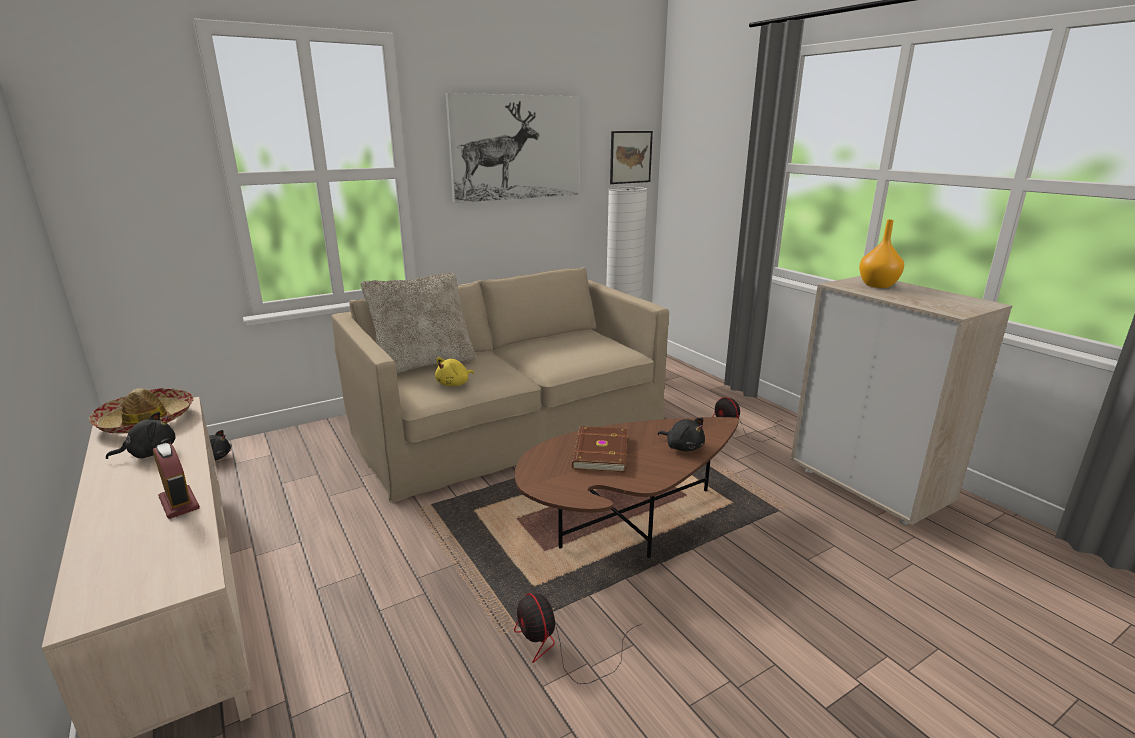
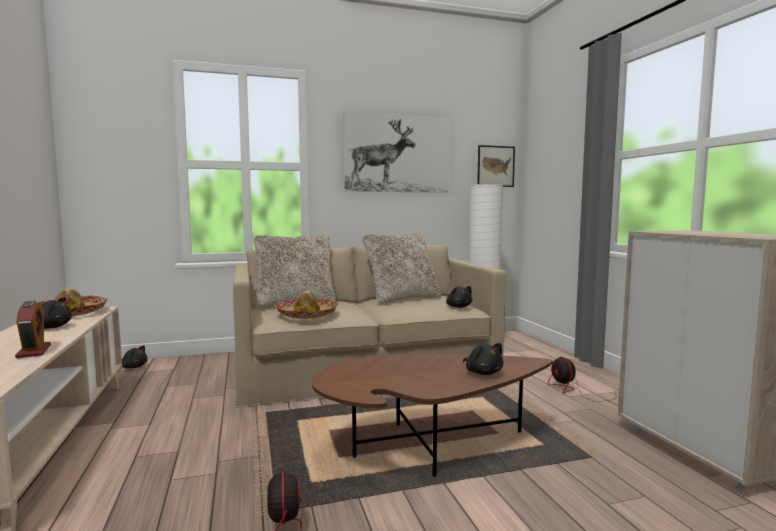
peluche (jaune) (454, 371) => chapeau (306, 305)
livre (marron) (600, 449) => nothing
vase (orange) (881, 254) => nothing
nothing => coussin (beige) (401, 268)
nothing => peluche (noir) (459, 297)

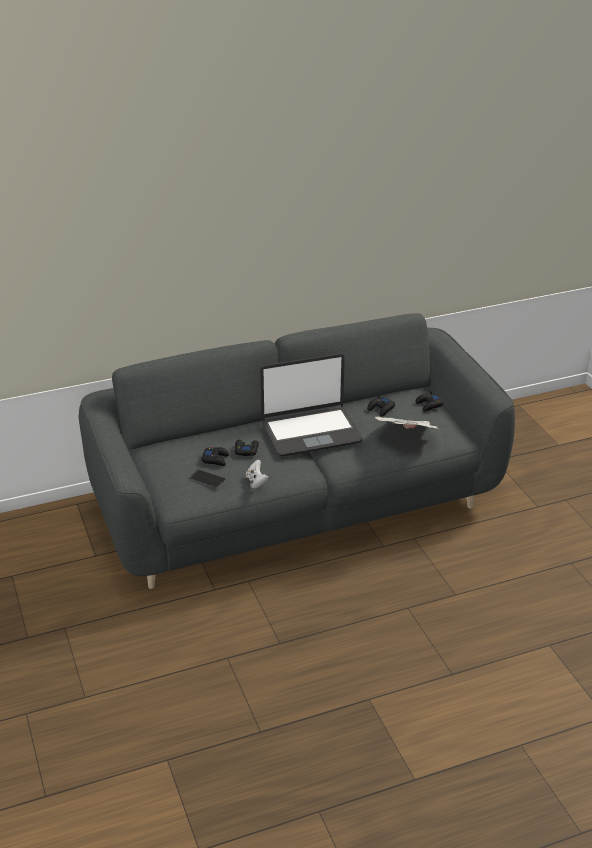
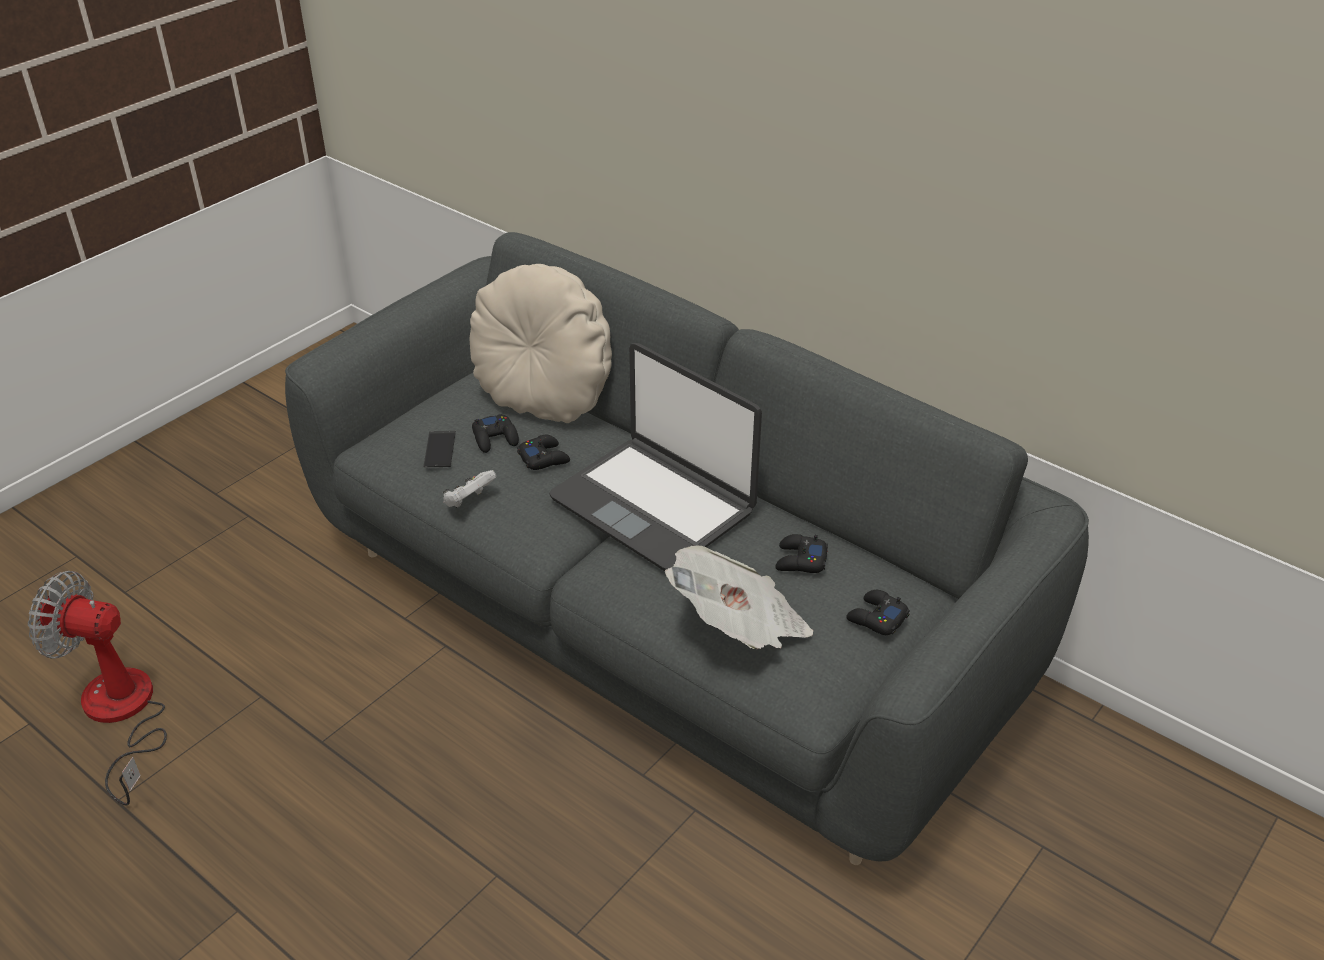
nothing => ventilateur (97, 688)
nothing => coussin (beige) (541, 343)

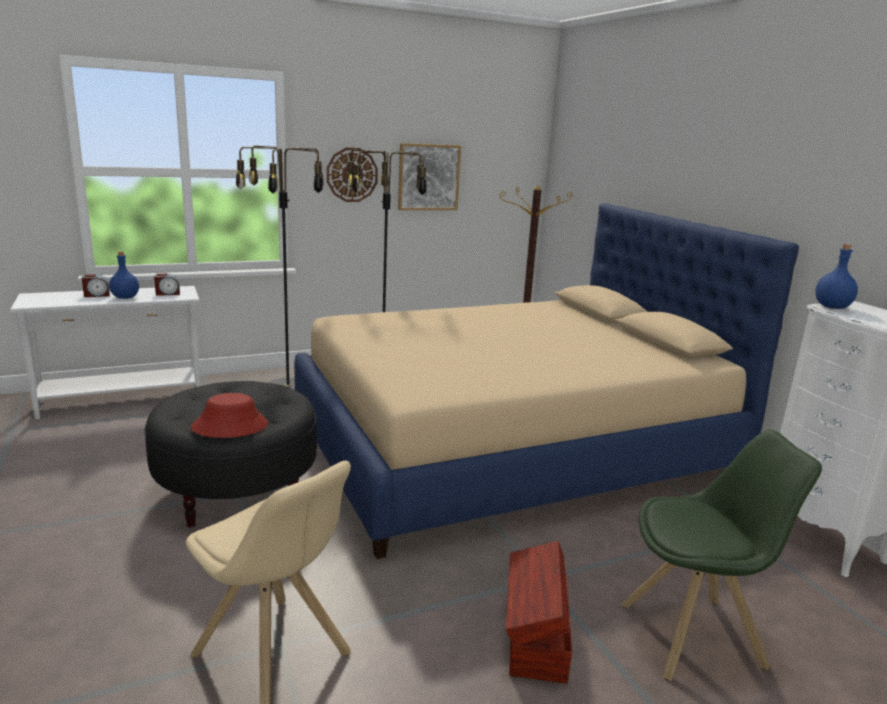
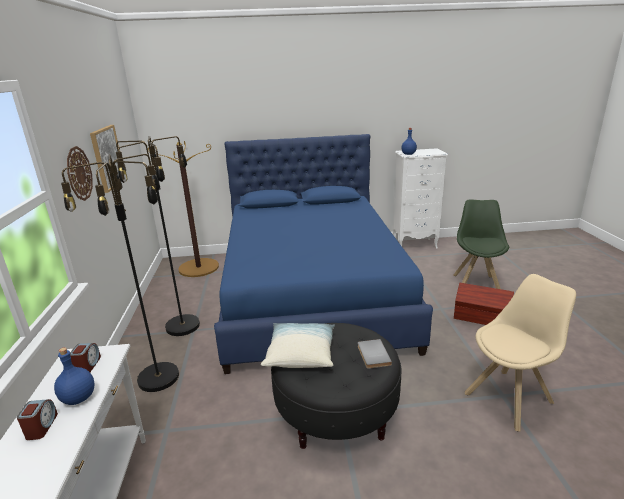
chapeau (rouge) (229, 415) => livre (gris) (375, 354)
lit (beige) (546, 381) => lit (bleu) (323, 254)
nothing => coussin (298, 345)

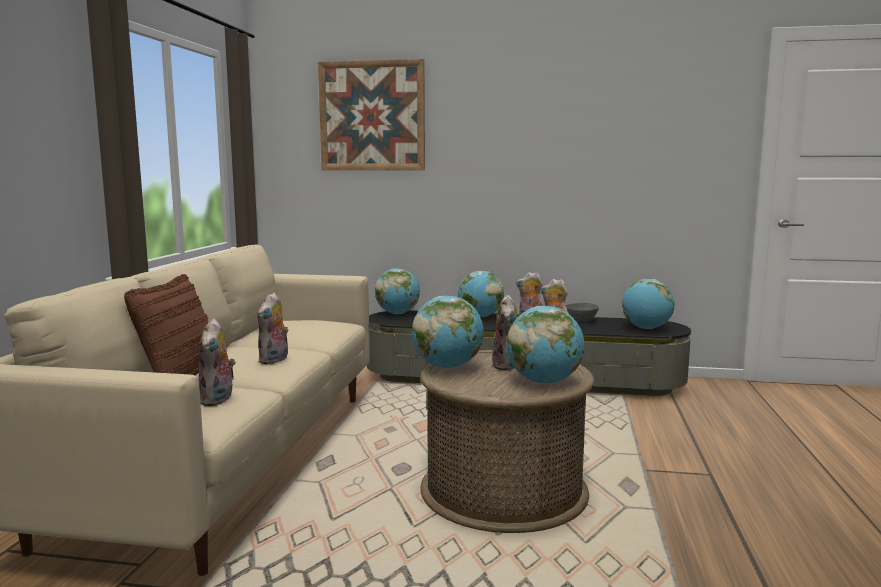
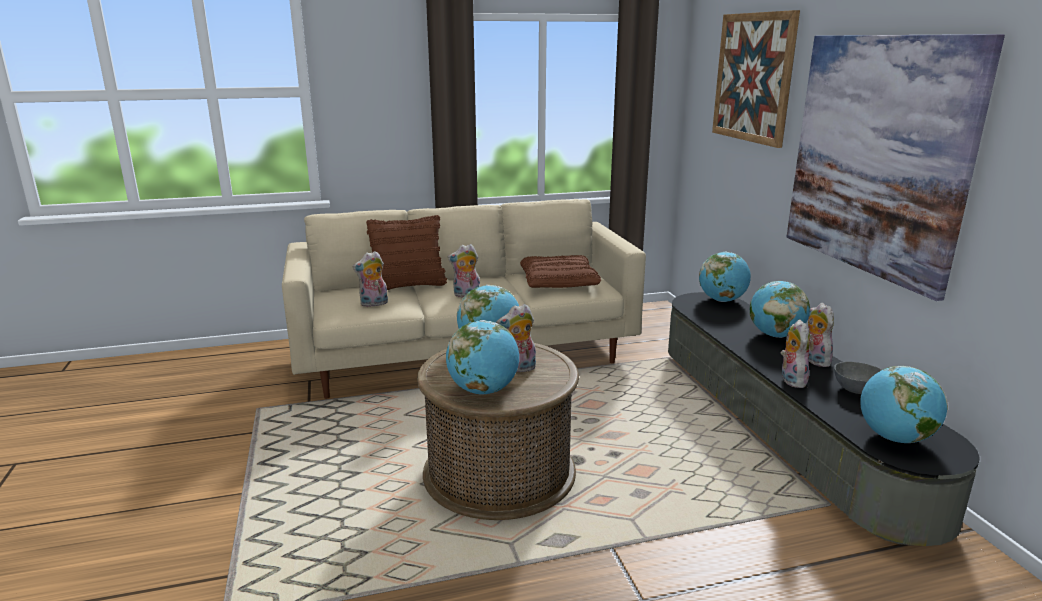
nothing => coussin (marron) (560, 271)
nothing => tableau (895, 167)

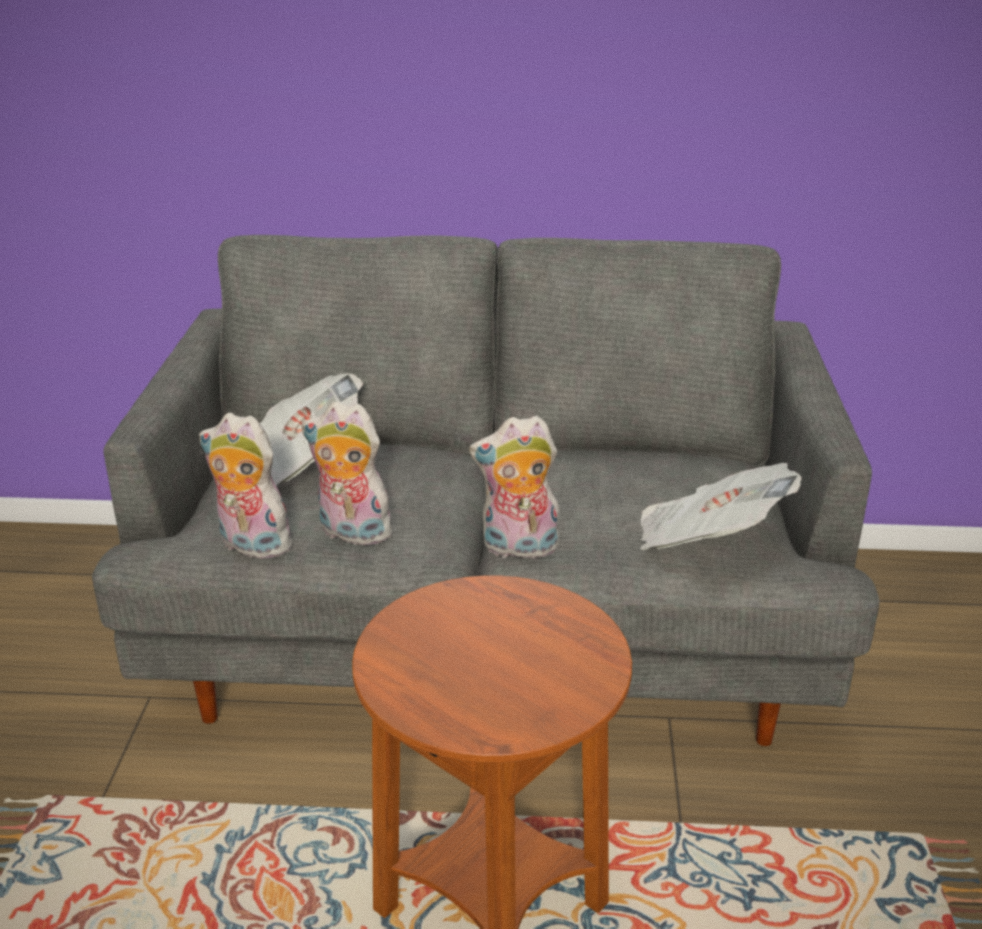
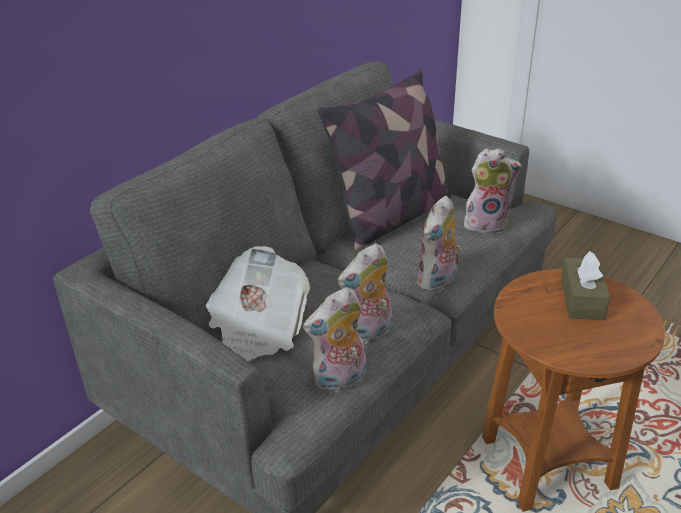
journal (720, 506) => peluche (493, 191)
nothing => coussin (384, 160)
nothing => boîte à mouchoirs (marron) (585, 285)

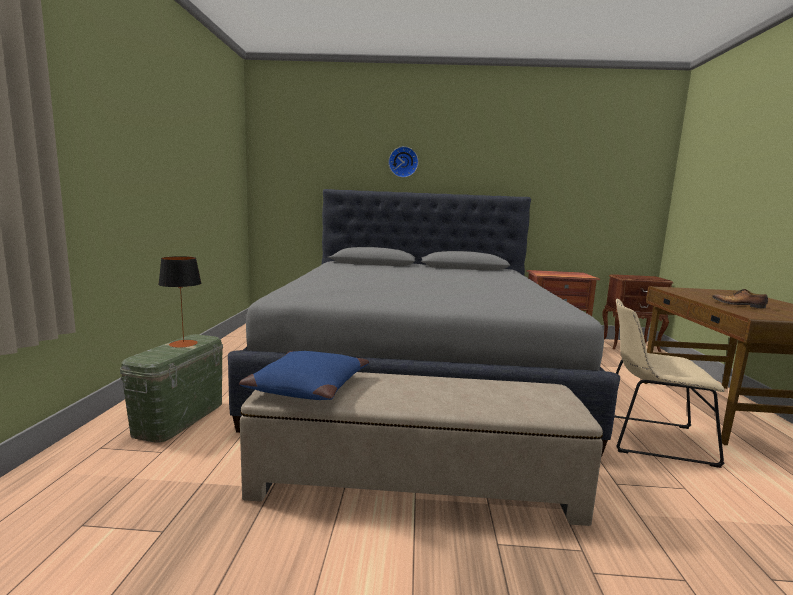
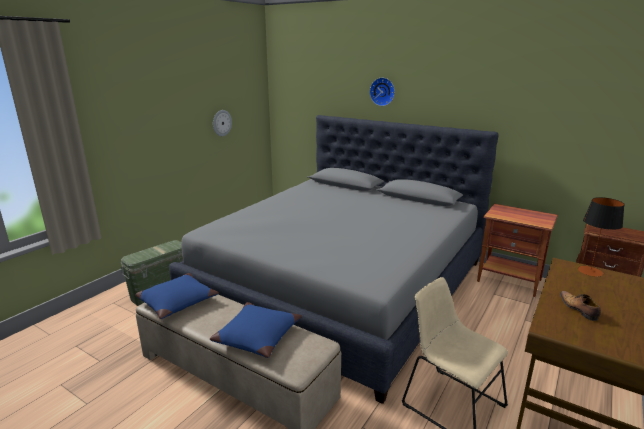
lampe de table (179, 302) => lampe de table (601, 237), moved
nothing => coussin (bleu) (256, 330)
nothing => horloge murale (222, 123)

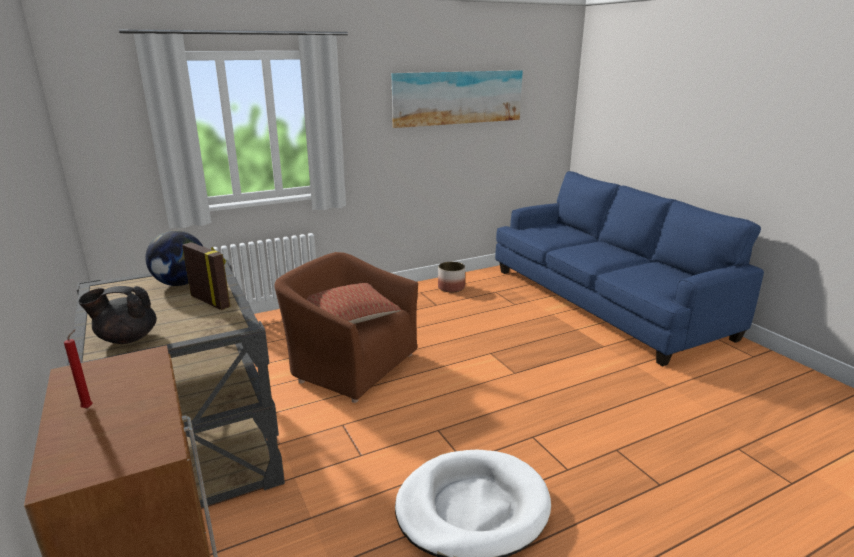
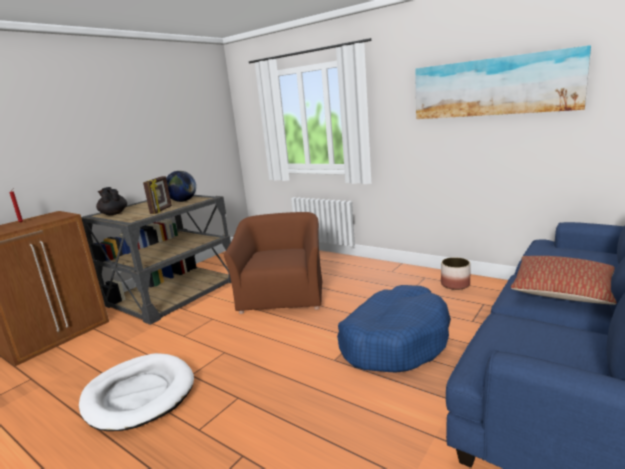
coussin (354, 303) => coussin (564, 280), moved
nothing => panier pour chien (bleu) (394, 329)

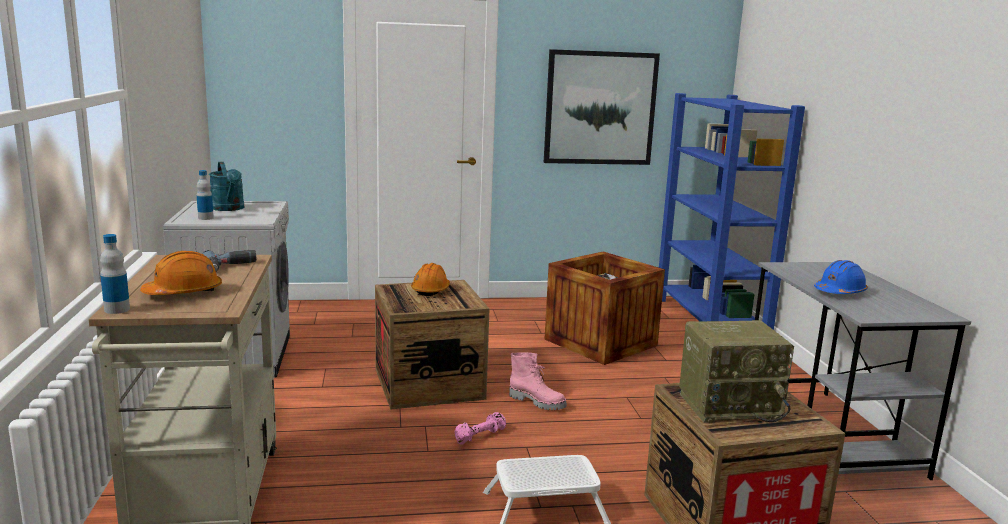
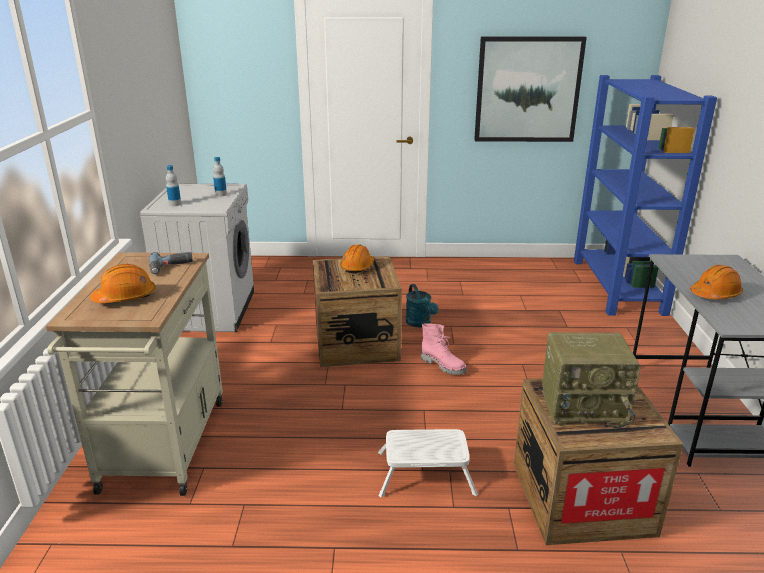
bouteille (115, 274) => bouteille (220, 177), moved
arrosoir (turquoise) (226, 186) => arrosoir (turquoise) (422, 305), moved
haltère (rose) (480, 428) => nothing
caisse (604, 308) => nothing
casque de chantier (bleu) (841, 277) => casque de chantier (orange) (716, 282)

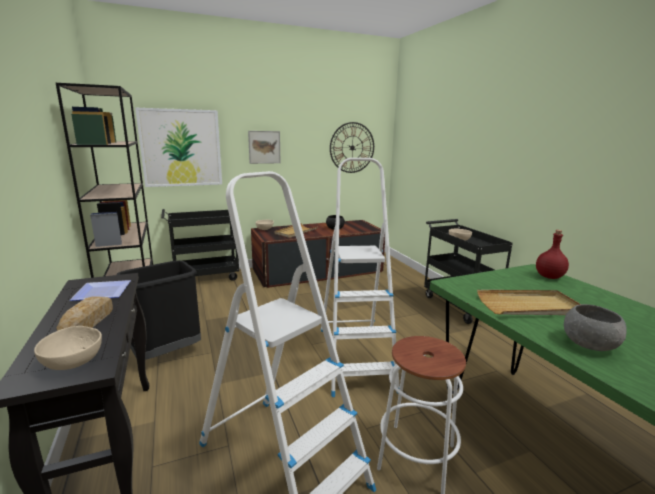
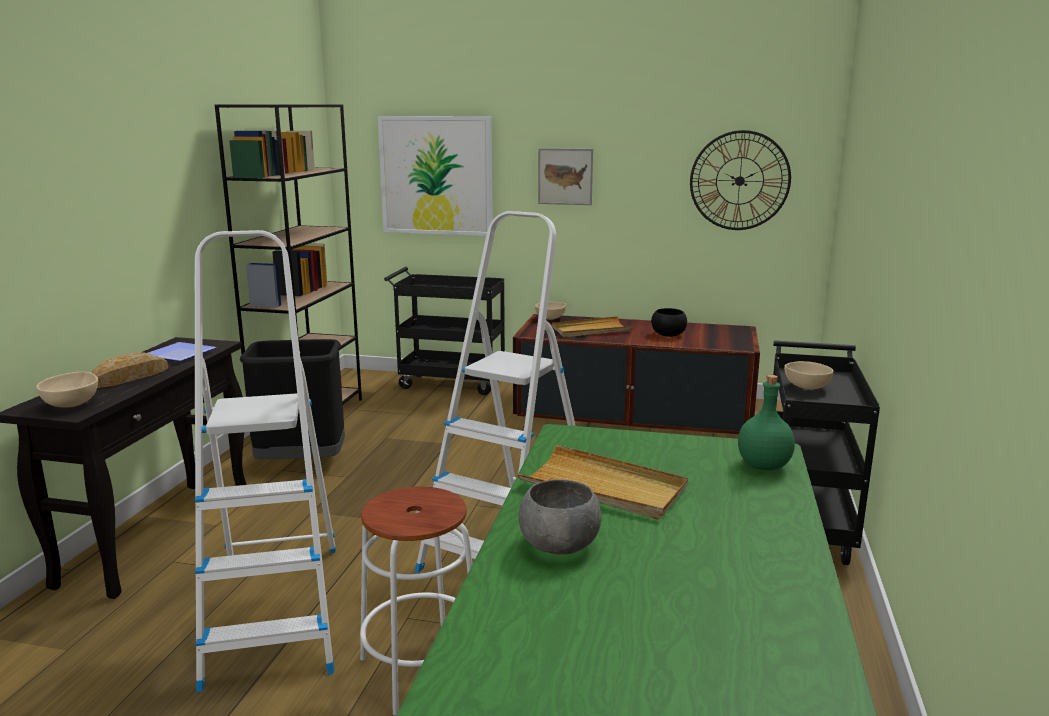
bouteille (rouge) (552, 254) => bouteille (vert) (766, 422)

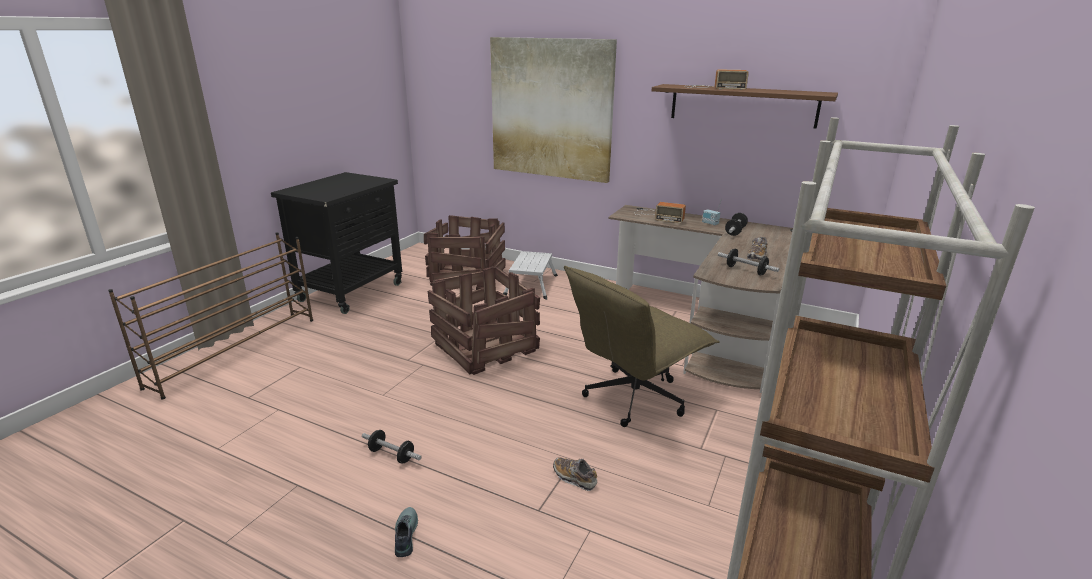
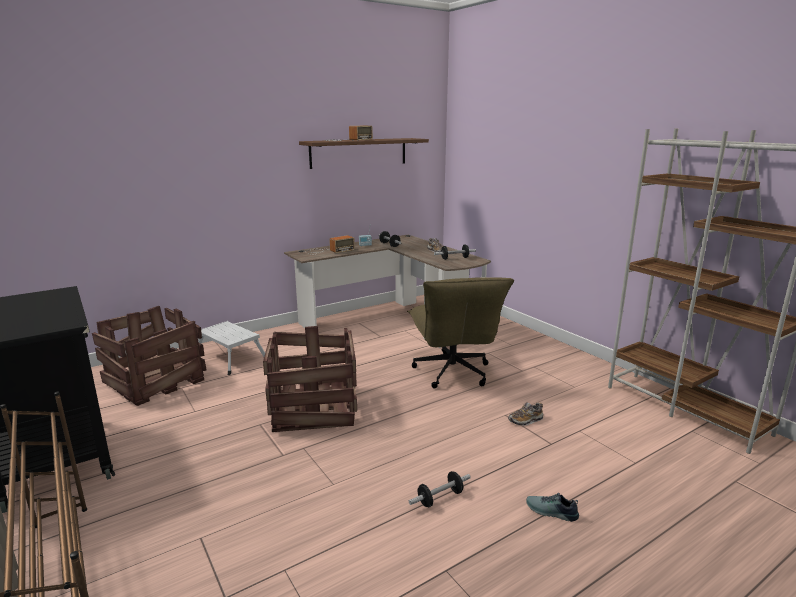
tableau (553, 110) => nothing

